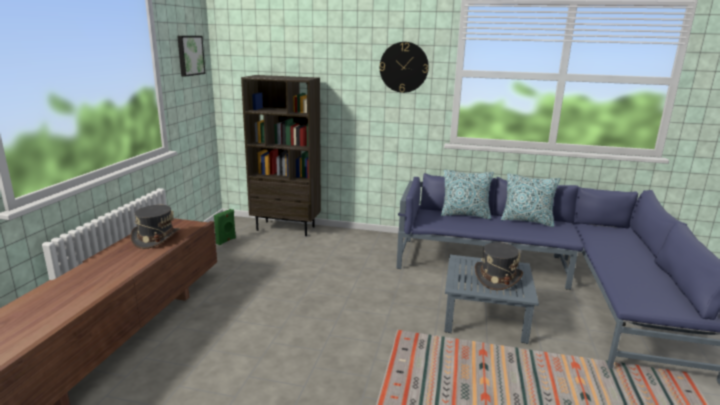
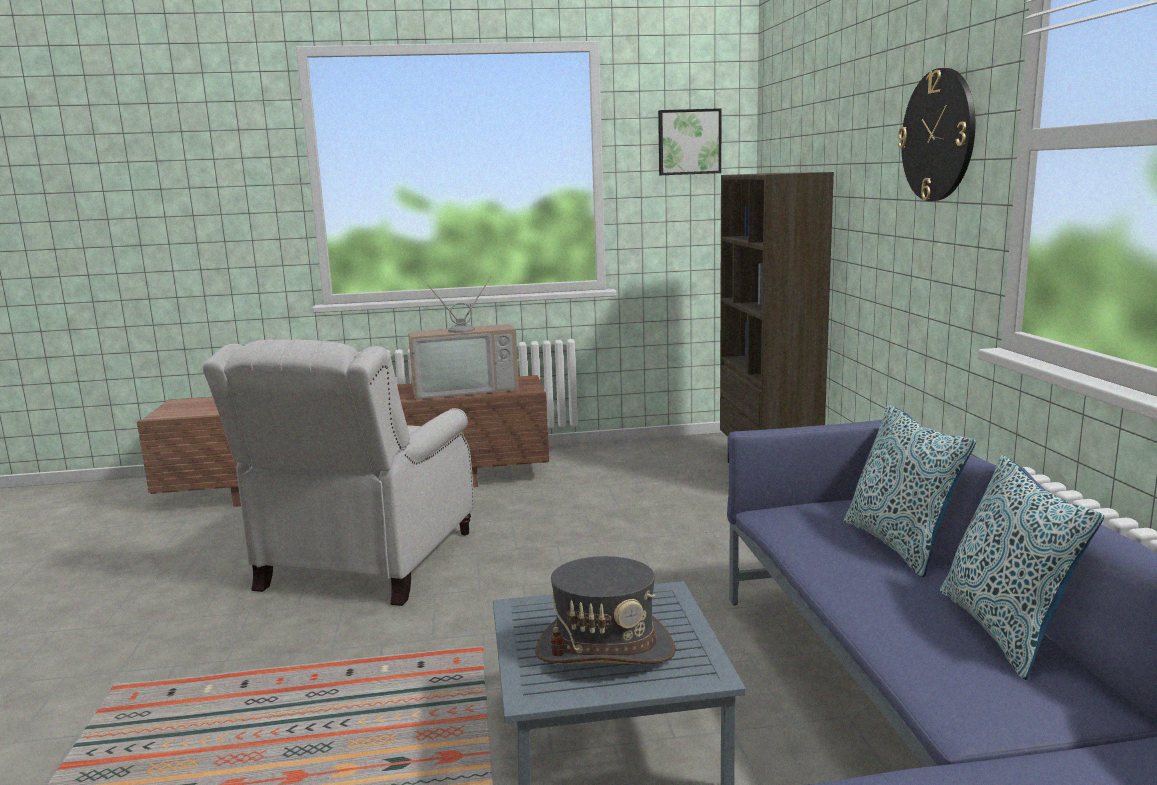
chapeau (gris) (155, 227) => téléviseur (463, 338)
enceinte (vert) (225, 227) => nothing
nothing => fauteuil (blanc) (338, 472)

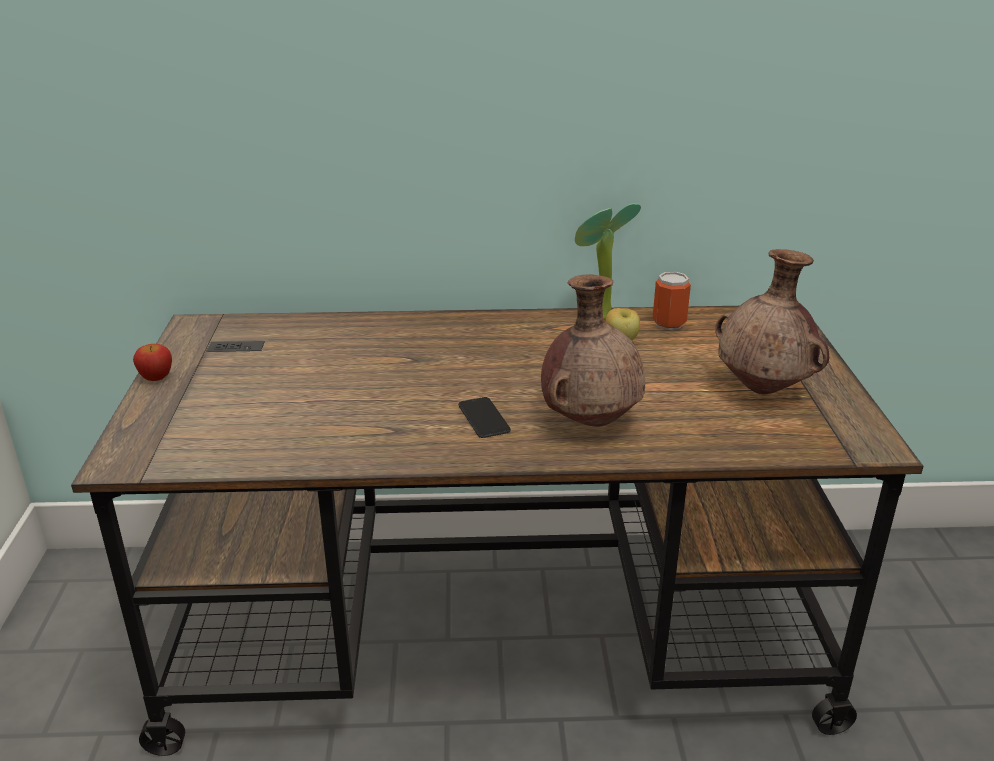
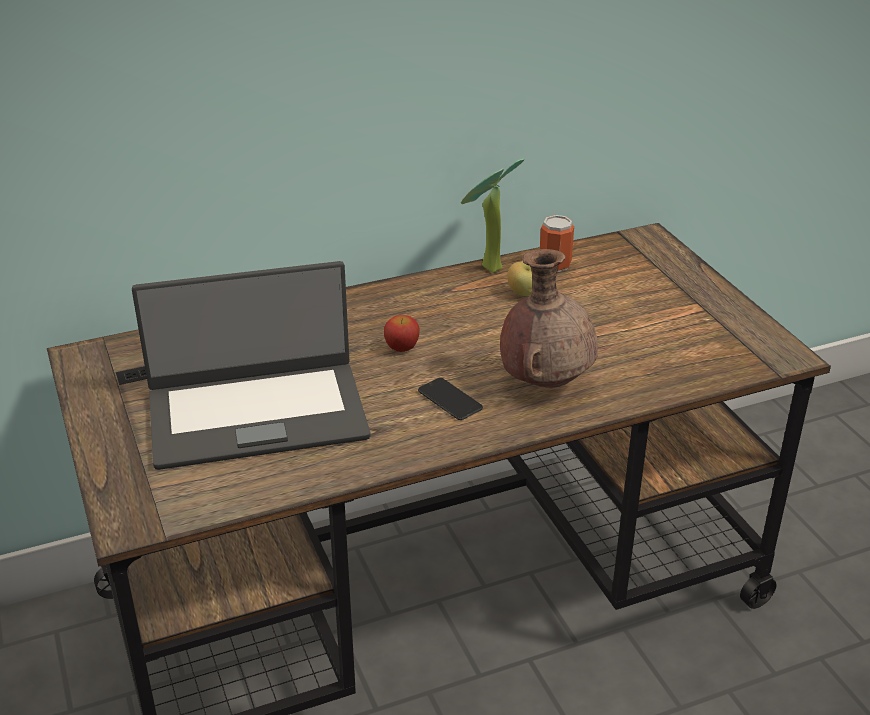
pomme (152, 362) => pomme (401, 333), moved
vase (marron) (772, 321) => nothing
nothing => ordinateur portable (251, 365)

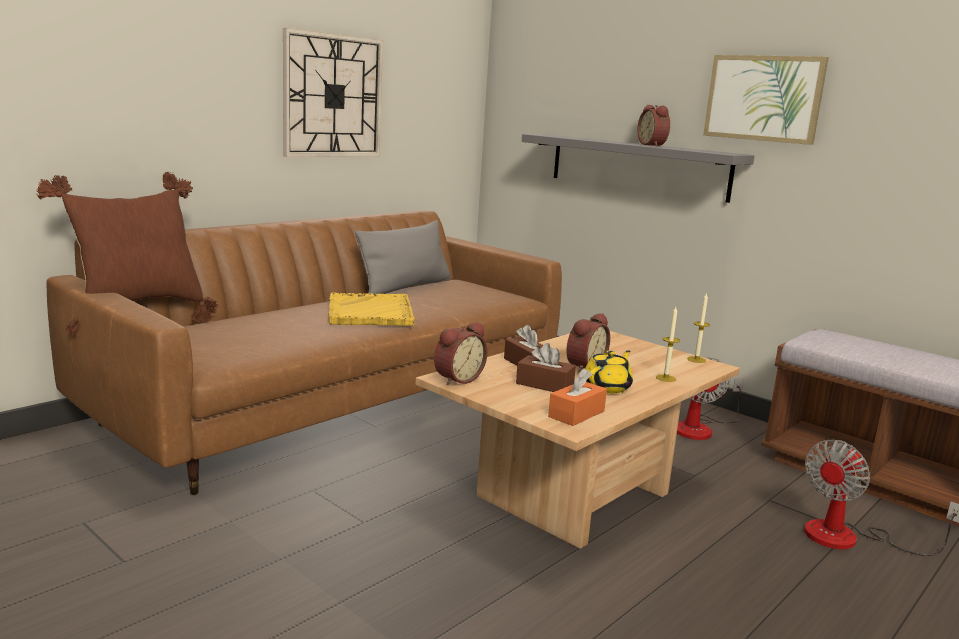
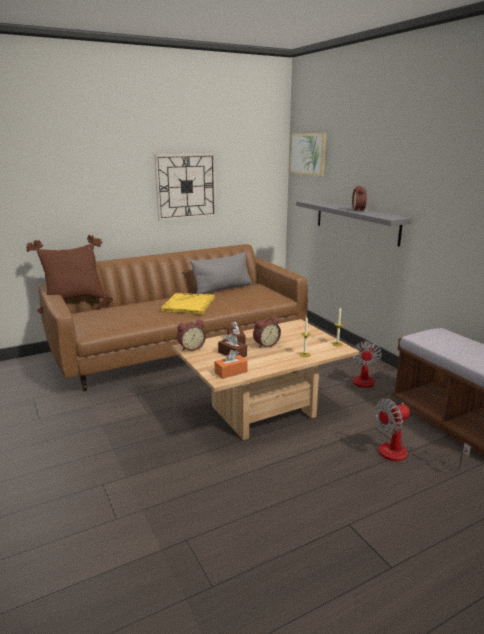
théière (jaune) (609, 372) => nothing
tableau (766, 100) => tableau (308, 155), moved

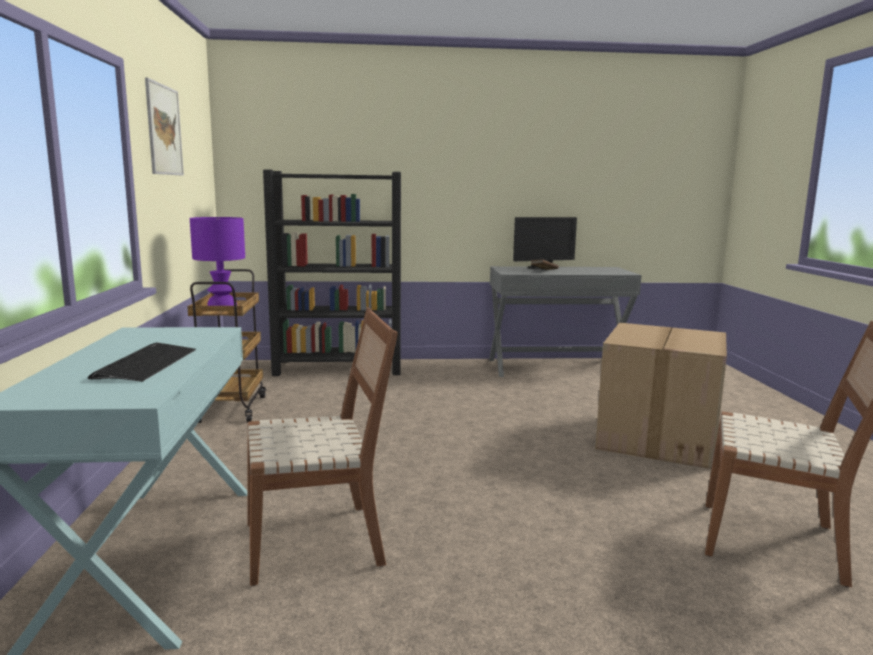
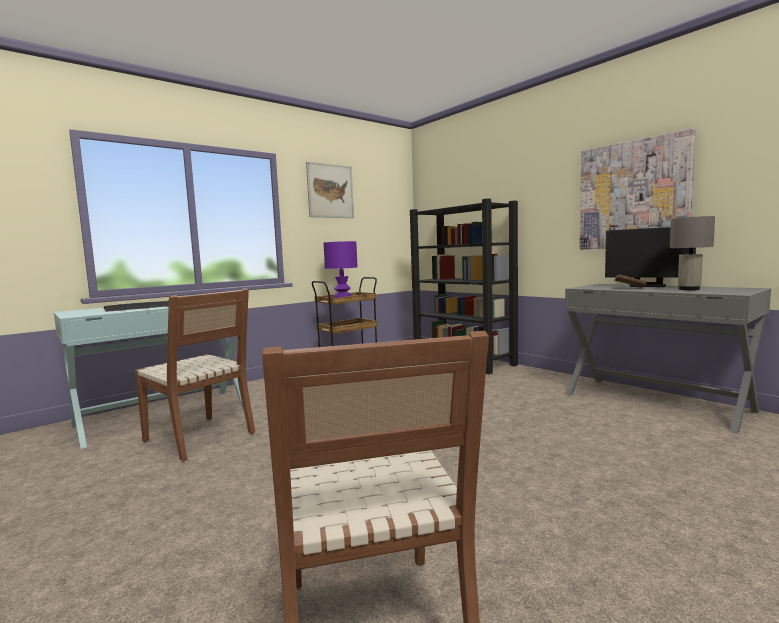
carton (661, 396) => nothing
nothing => tableau (638, 188)
nothing => lampe de table (gris) (692, 253)

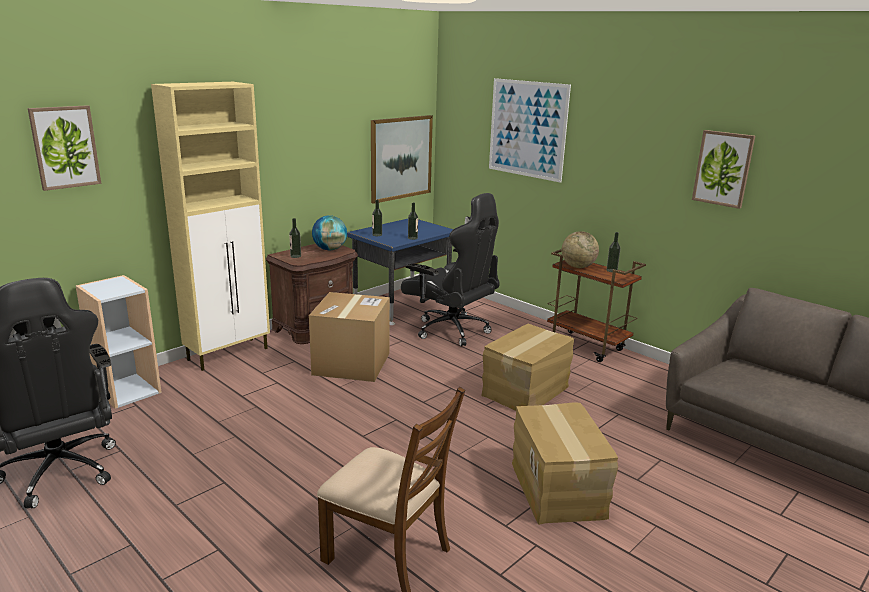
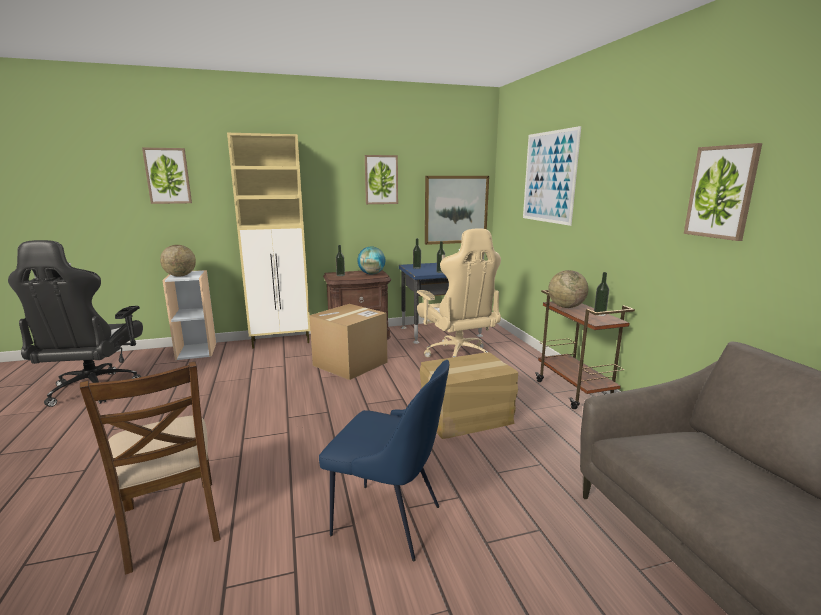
chaise de bureau (noir) (450, 269) => chaise de bureau (beige) (459, 292)
carton (565, 463) => chaise (bleu) (384, 461)
nothing => globe (178, 261)
nothing => tableau (381, 179)

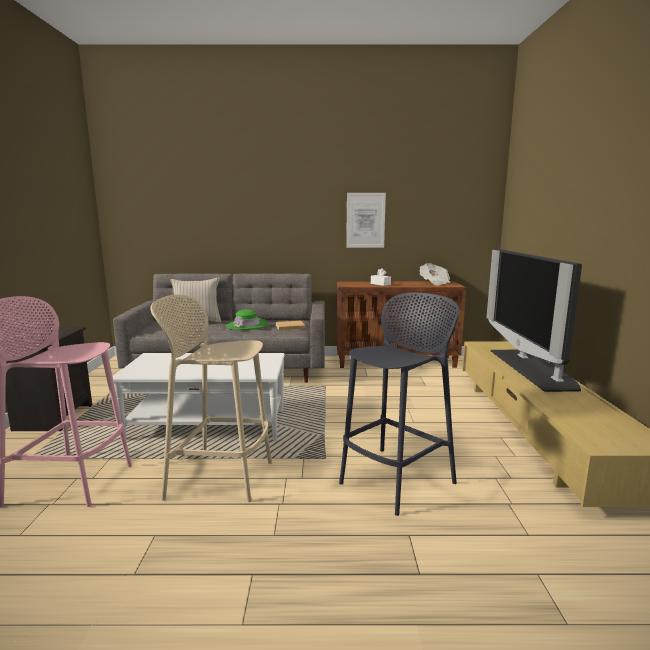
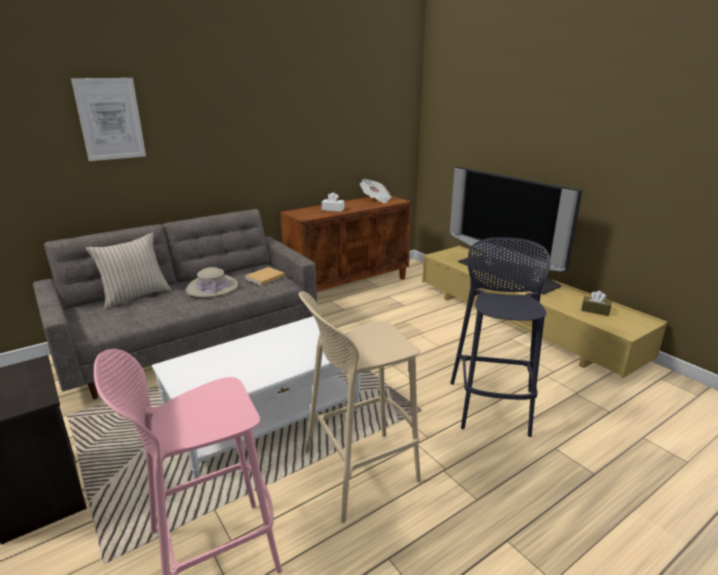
chapeau (vert) (246, 319) => chapeau (beige) (212, 282)
tableau (366, 220) => tableau (108, 119), moved
nothing => boîte à mouchoirs (marron) (596, 303)

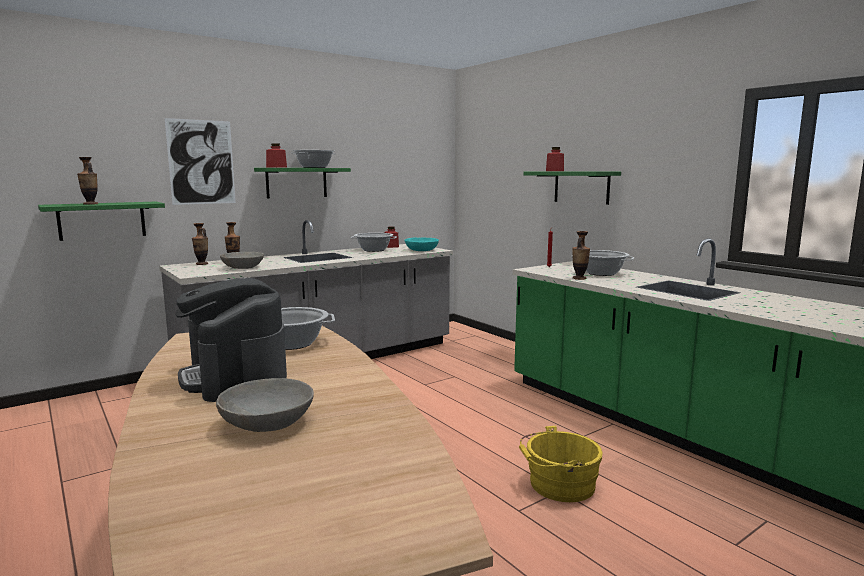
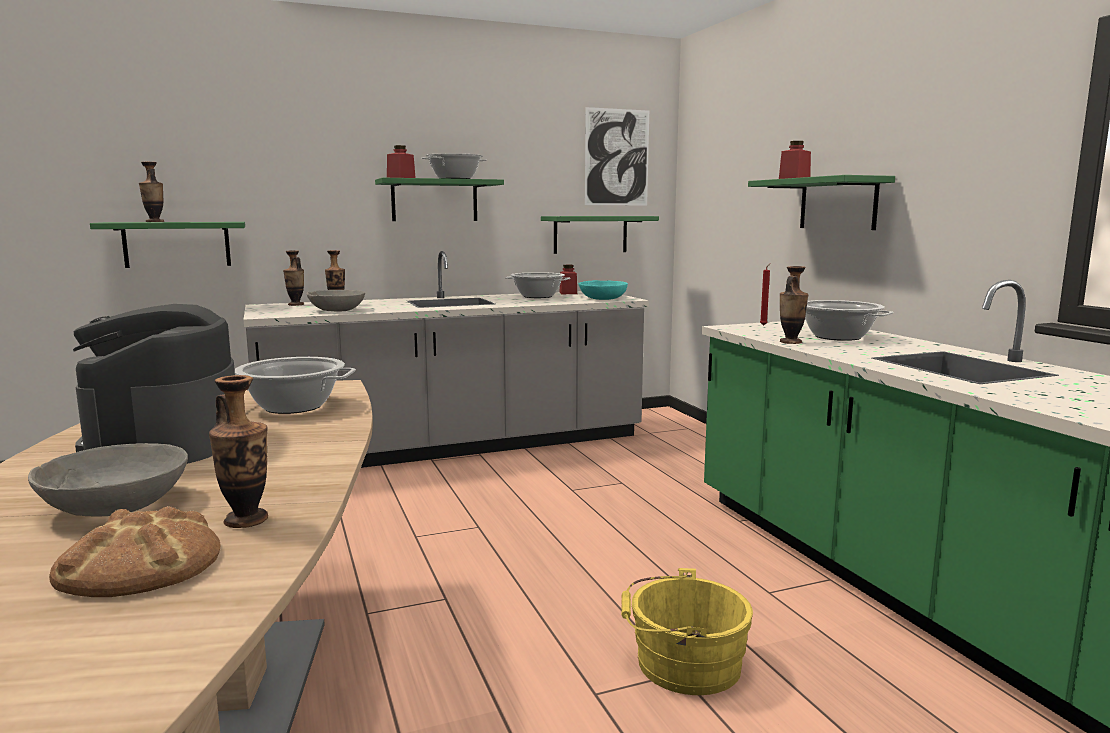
tableau (200, 161) => tableau (617, 156), moved
nothing => pain (134, 551)
nothing => vase (238, 451)
nothing => étagère (vert) (600, 235)

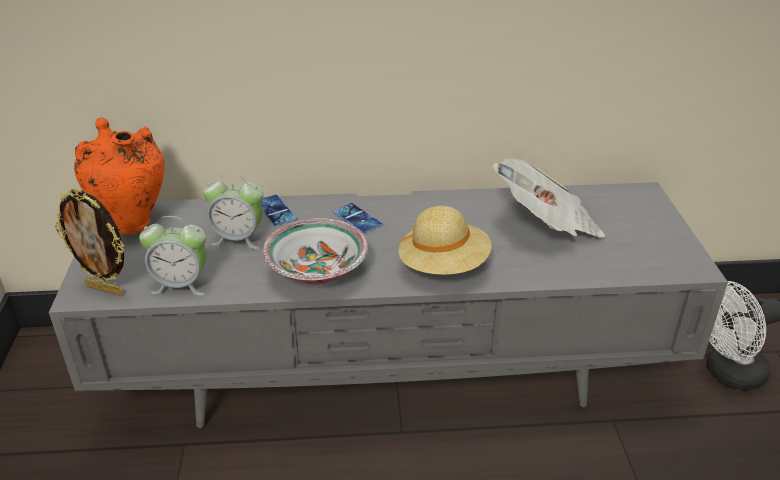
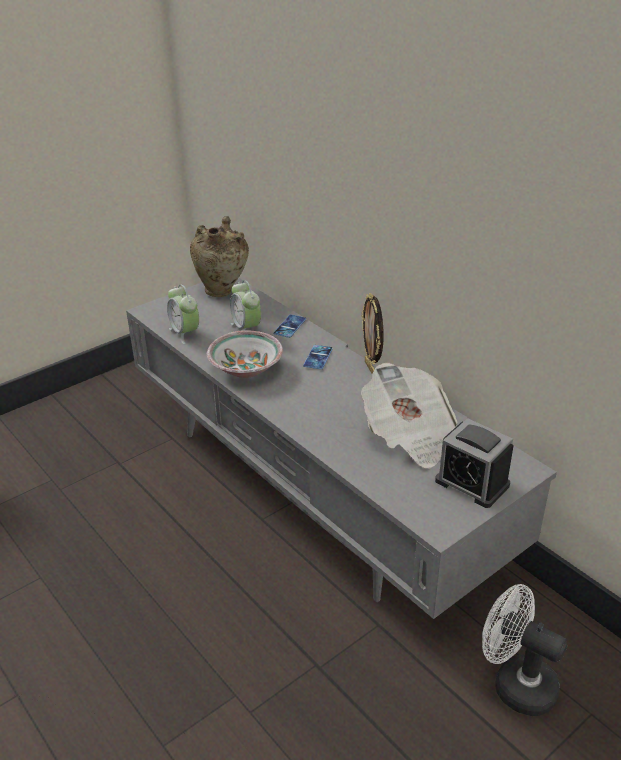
cadre photo (89, 242) => cadre photo (372, 333), moved
vase (orange) (119, 176) => vase (beige) (219, 256)
chapeau (beige) (445, 240) => nothing
nothing => réveil (474, 463)

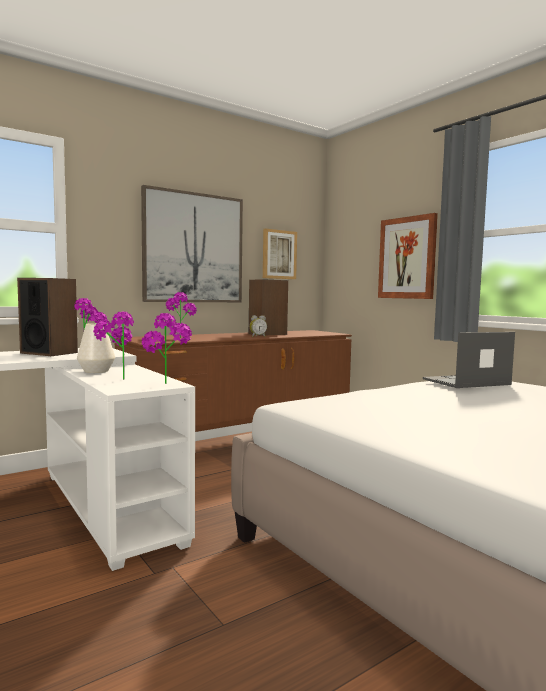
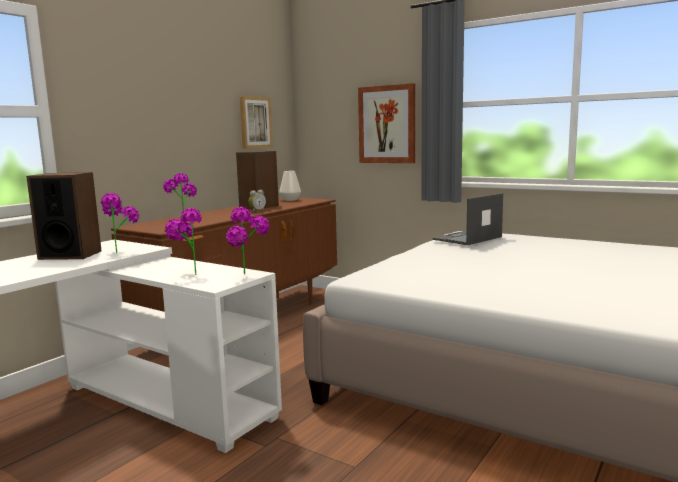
vase (blanc) (96, 348) => vase (blanc) (290, 186), moved
tableau (192, 243) => nothing

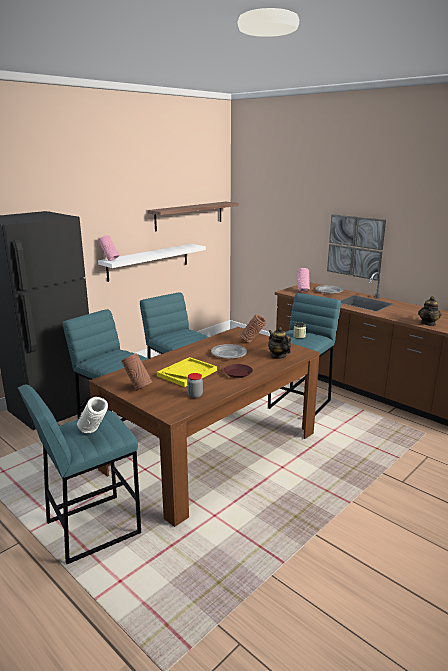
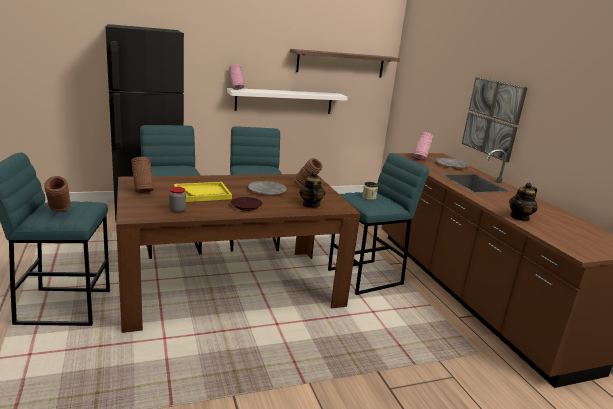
vase (blanc) (92, 415) => vase (marron) (57, 194)

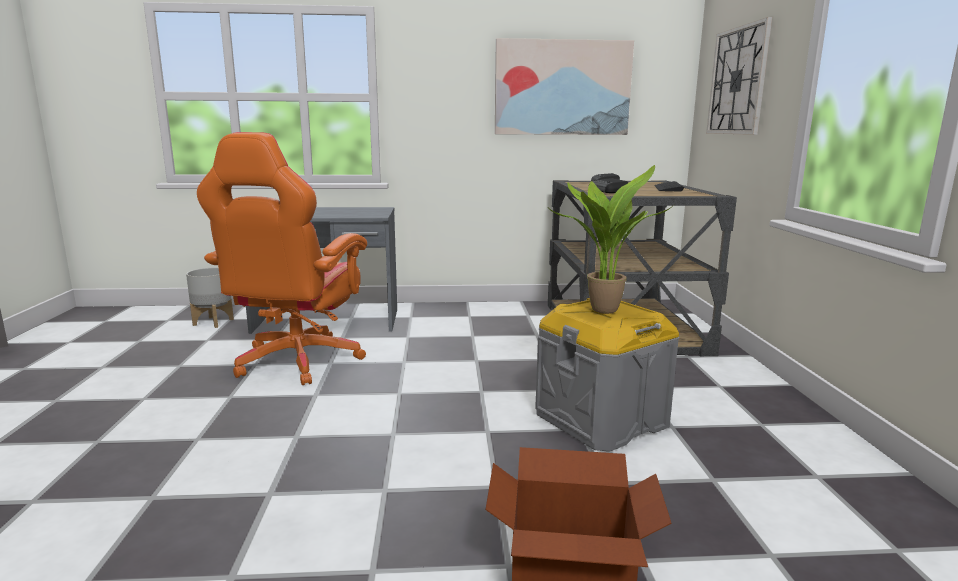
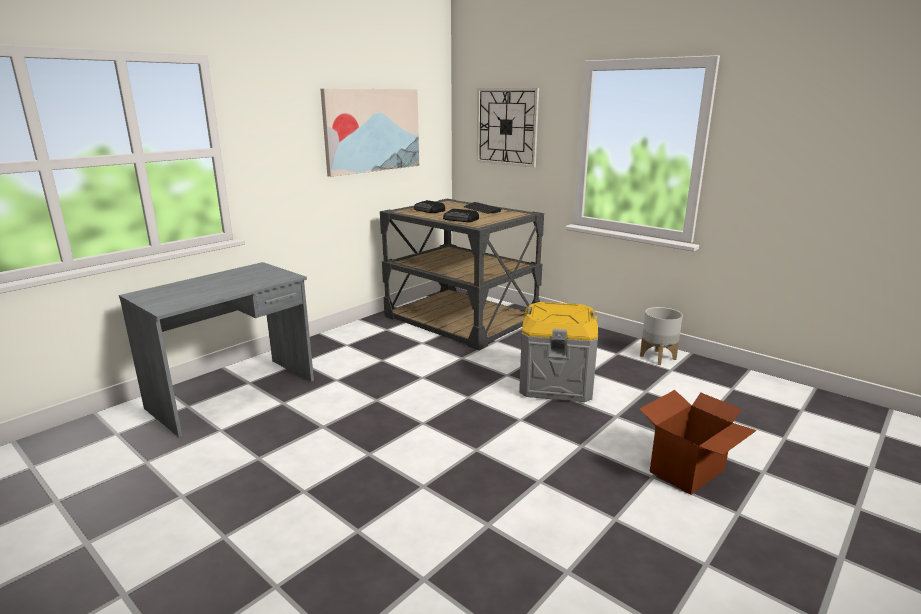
cache-pot (gris) (210, 297) => cache-pot (gris) (661, 336), moved
chaise de bureau (orange) (282, 258) => nothing
plante en pot (611, 239) => nothing

